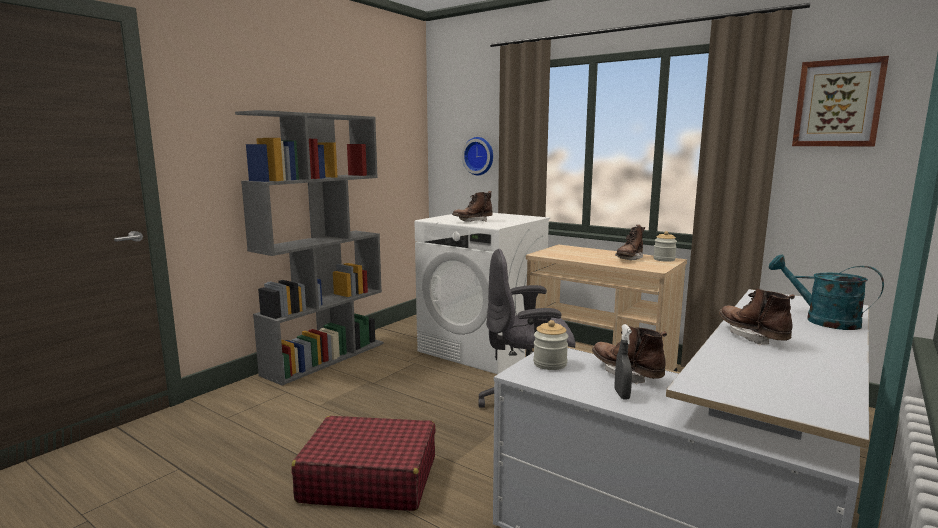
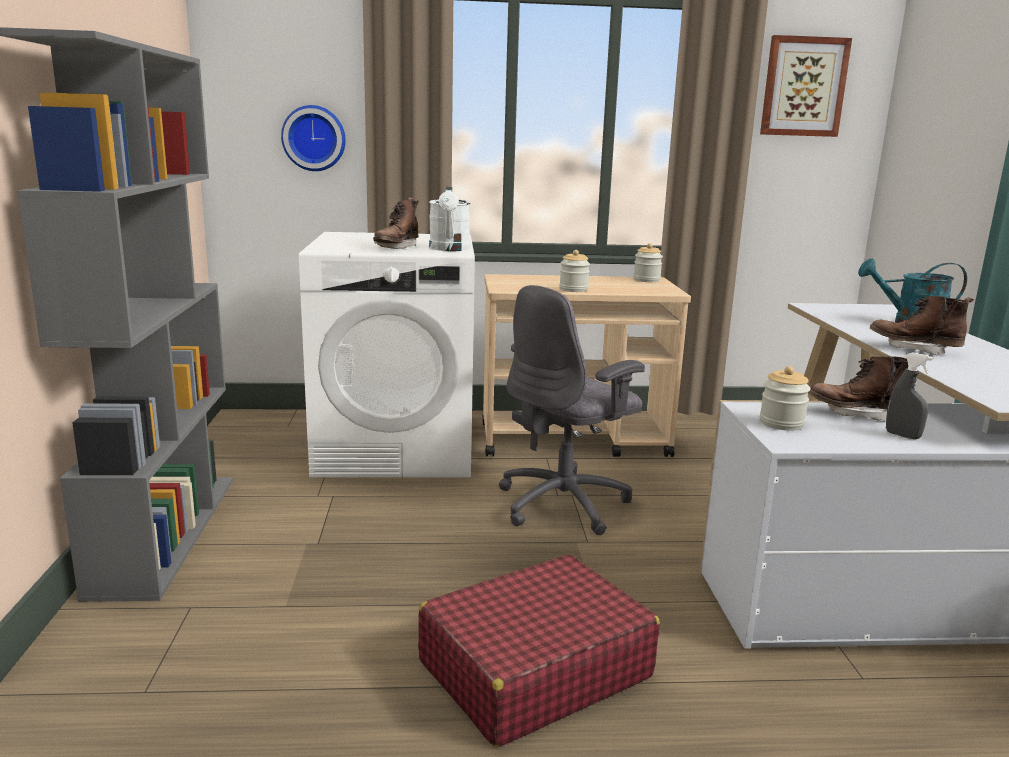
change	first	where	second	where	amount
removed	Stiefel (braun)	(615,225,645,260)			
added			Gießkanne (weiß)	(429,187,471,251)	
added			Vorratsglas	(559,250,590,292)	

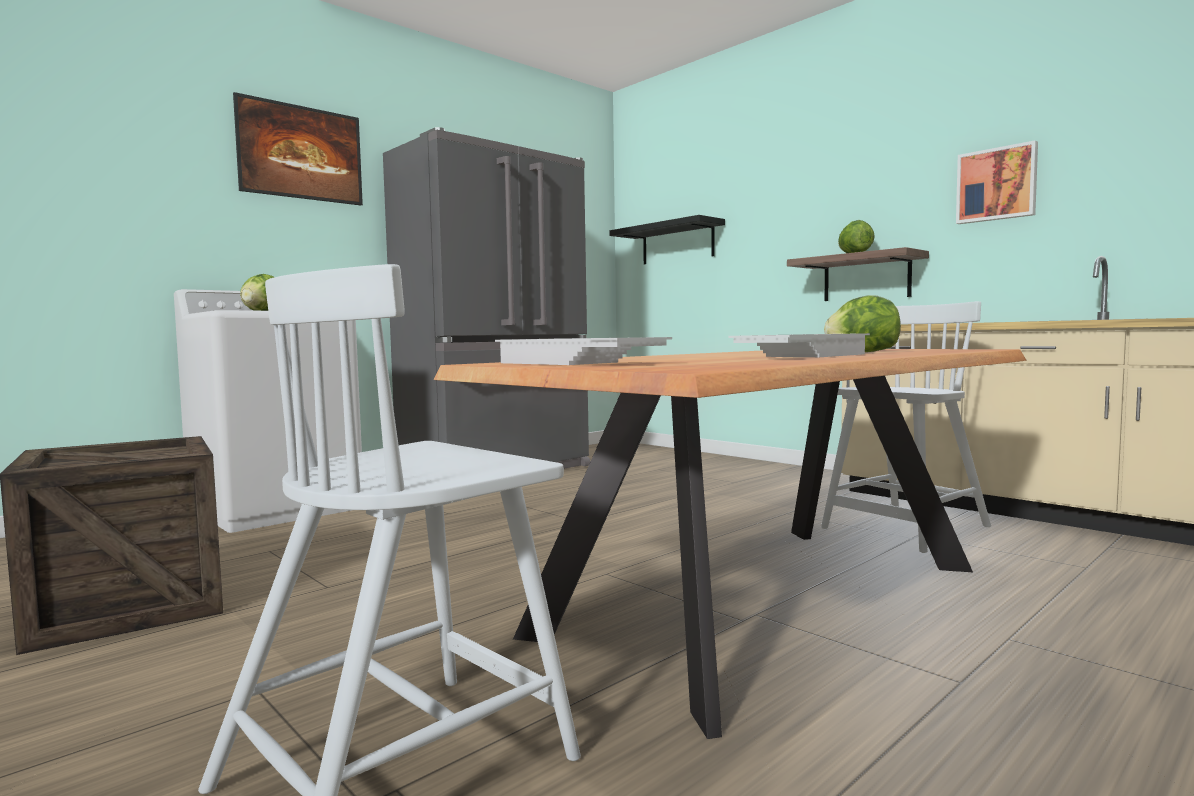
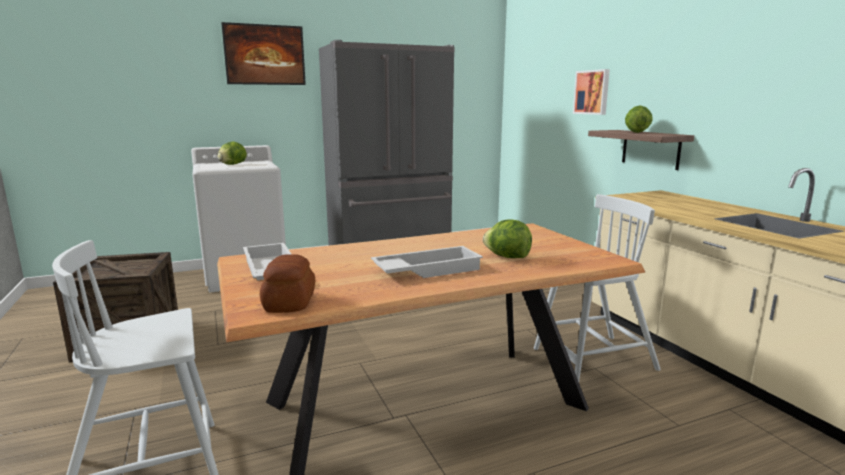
change	first	where	second	where	amount
moved	Bild	(956,140,1038,224)		(573,69,610,115)	
removed	Wandregal (schwarz)	(609,215,725,264)			
added			Brot	(260,254,315,313)	

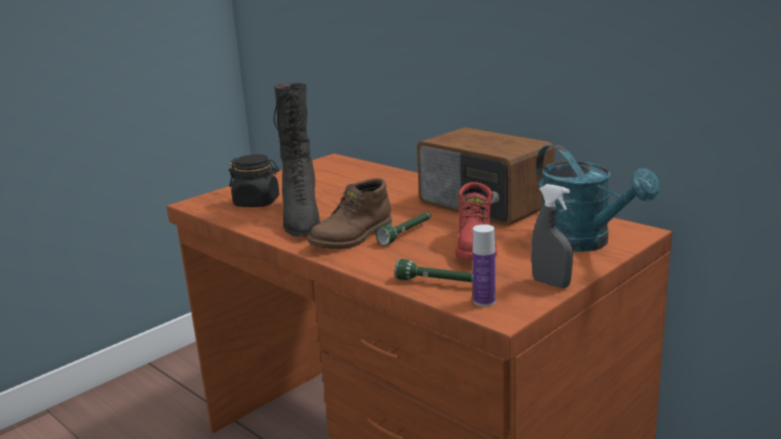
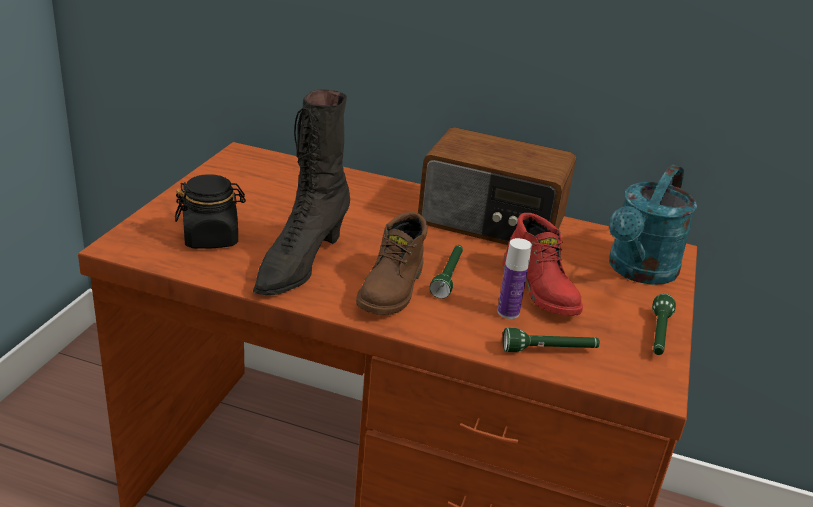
change	first	where	second	where	amount
turned	Stiefel (schwarz)	(274,83,320,237)		(253,89,350,295)	60 degrees clockwise
turned	Gießkanne (türkis)	(536,144,660,252)		(609,165,697,285)	90 degrees clockwise
replaced	Sprühflasche (grau)	(531,184,573,288)	Taschenlampe (grün)	(652,294,676,355)	
moved	Flasche	(473,224,496,307)		(497,238,532,319)	

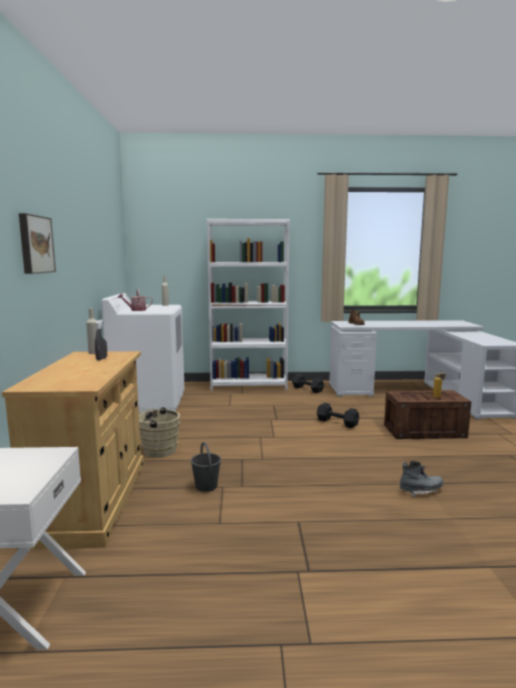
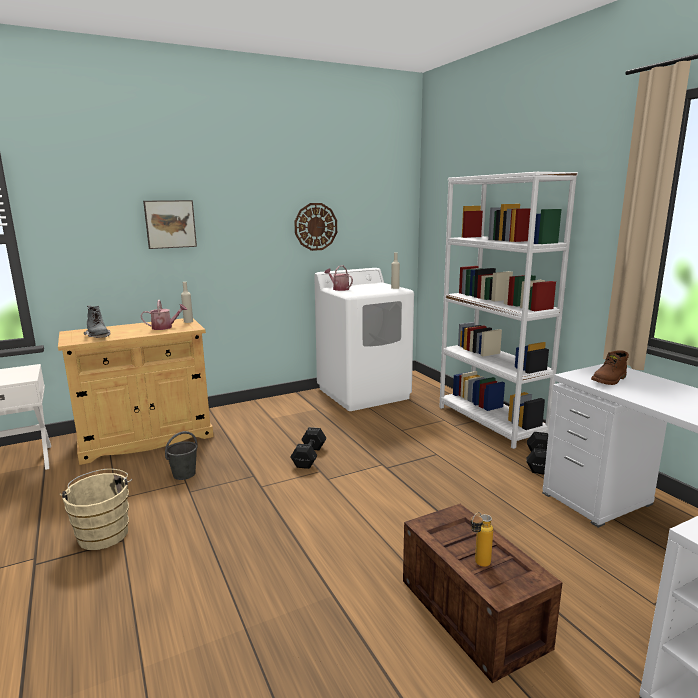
change	first	where	second	where	amount
replaced	Sprühflasche (grau)	(95,320,107,360)	Gießkanne	(140,300,187,330)	
moved	Hantel (schwarz)	(317,403,359,428)		(291,427,326,469)	
moved	Eimer (beige)	(139,407,180,458)		(60,469,132,550)	
moved	Stiefel (grau)	(400,460,444,497)		(84,305,110,338)	
added			Wanduhr	(294,203,337,251)	

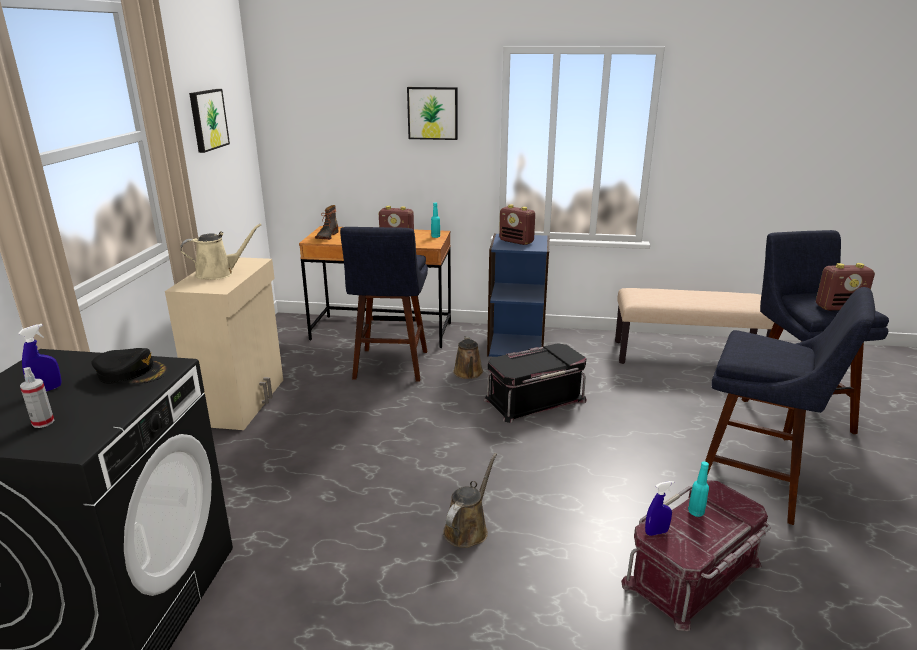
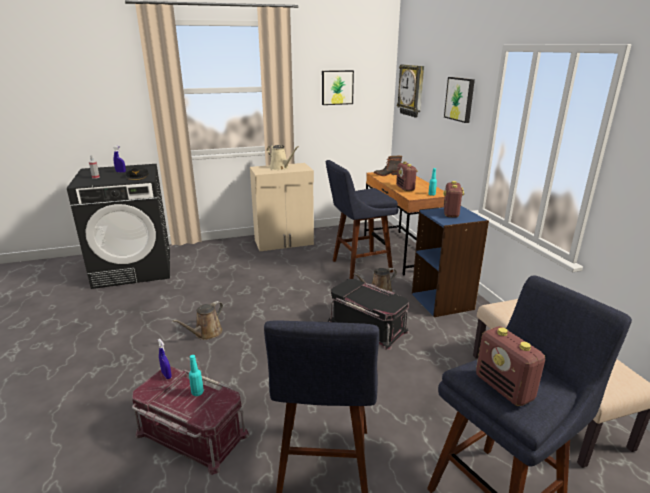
change	first	where	second	where	amount
turned	Gießkanne (braun)	(443,453,497,548)		(173,301,223,340)	120 degrees clockwise
added			Wanduhr	(397,64,424,118)	

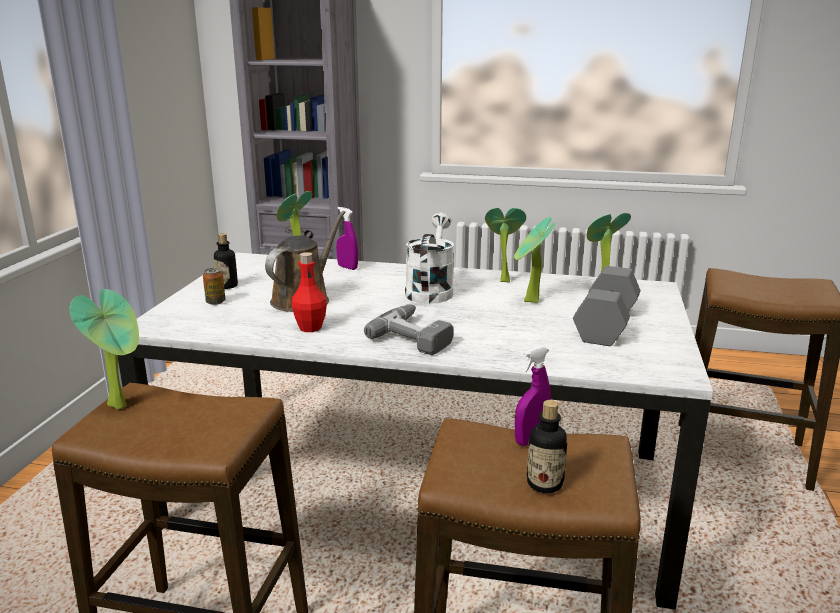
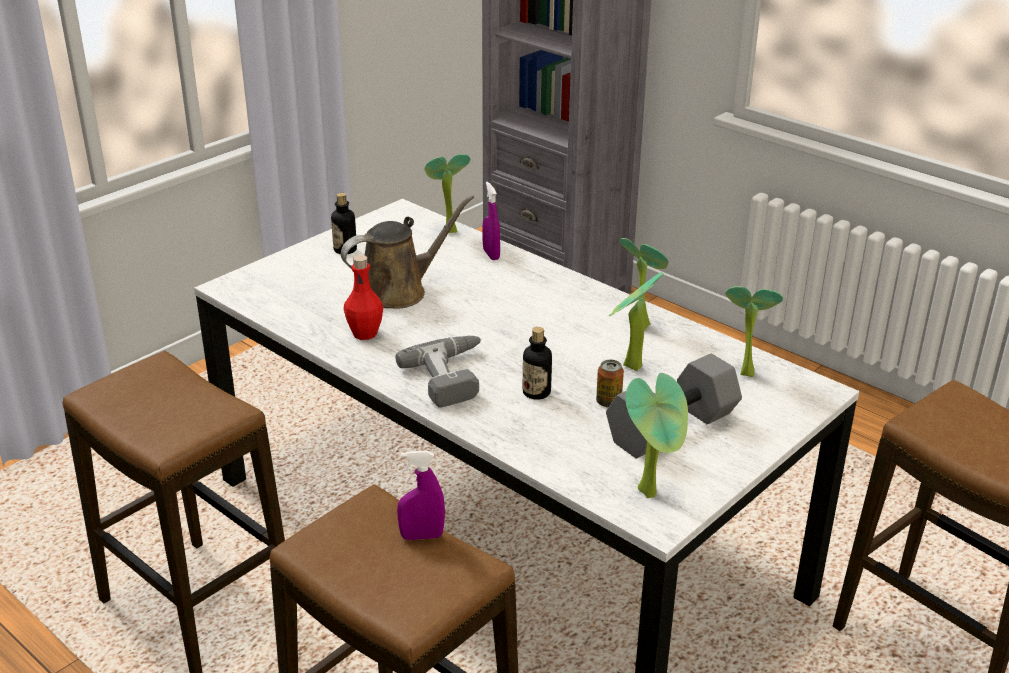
change	first	where	second	where	amount
removed	Gießkanne (weiß)	(405,213,454,304)			
moved	Dose	(203,268,225,305)		(596,360,624,408)	
moved	Topfpflanze	(69,289,139,410)		(625,373,688,498)	
moved	Flasche	(527,400,567,493)		(523,327,552,400)	

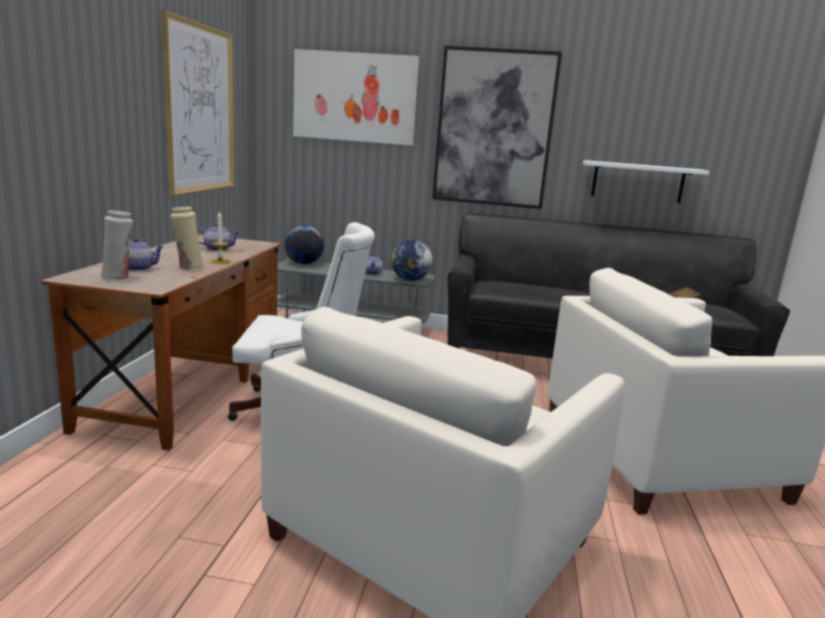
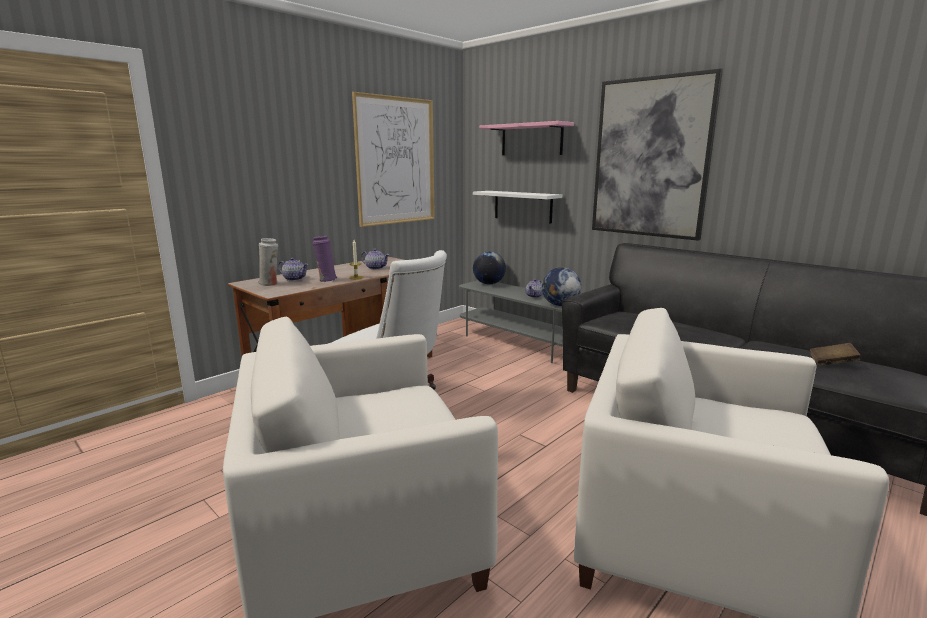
change	first	where	second	where	amount
replaced	Bild	(293,49,419,145)	Wandregal (rosa)	(479,121,574,155)	
moved	Wandregal (weiß)	(583,160,709,203)		(473,191,562,224)	
recoloured	Vase (beige)	(170,207,203,270)	Vase (lila)	(312,236,337,282)	

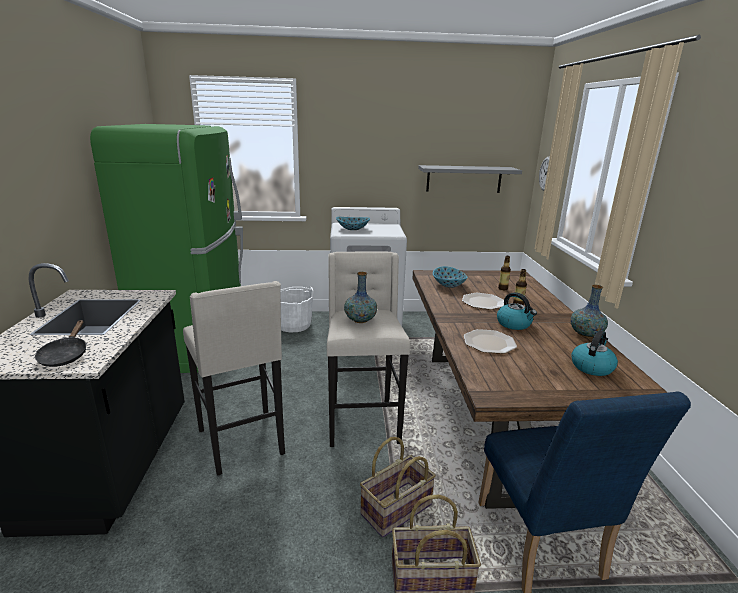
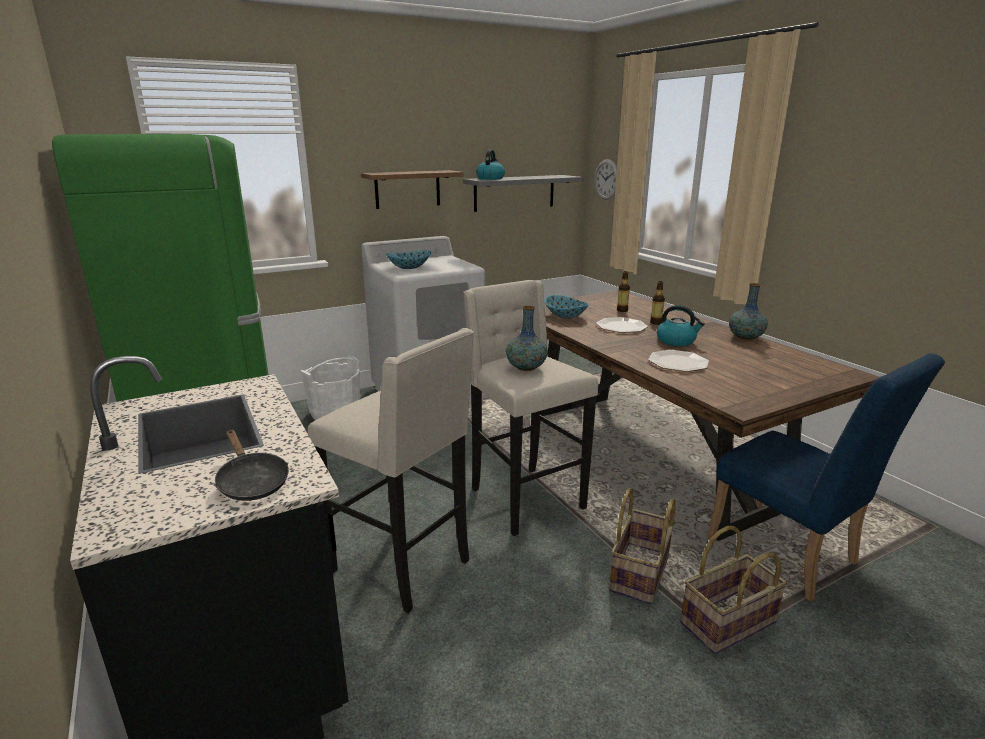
change	first	where	second	where	amount
moved	Wasserkessel	(571,330,618,376)		(476,150,505,180)	
added			Wandregal	(361,170,464,209)	

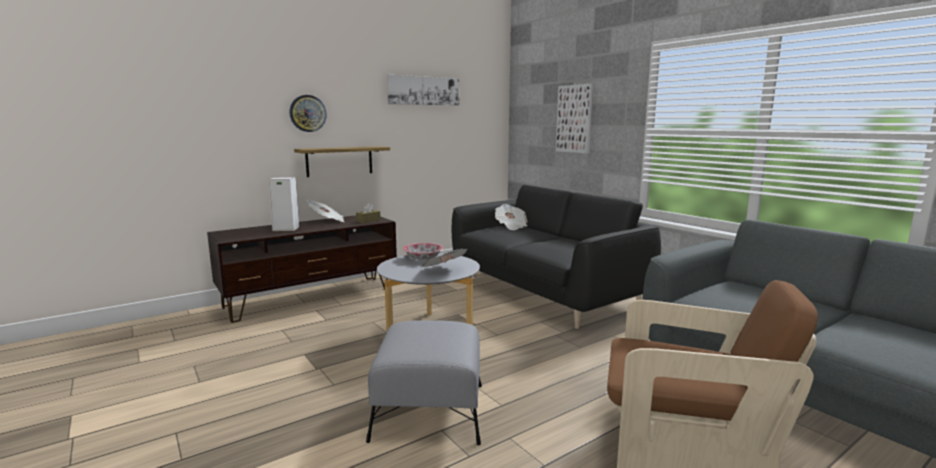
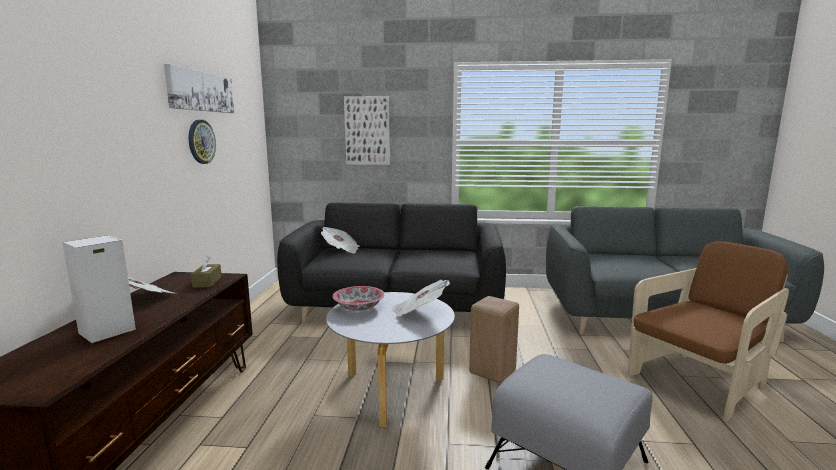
change	first	where	second	where	amount
moved	Wanduhr	(289,95,327,132)		(188,120,216,164)	
removed	Wandregal	(294,146,390,177)			
added			Hocker (beige)	(469,296,519,383)	

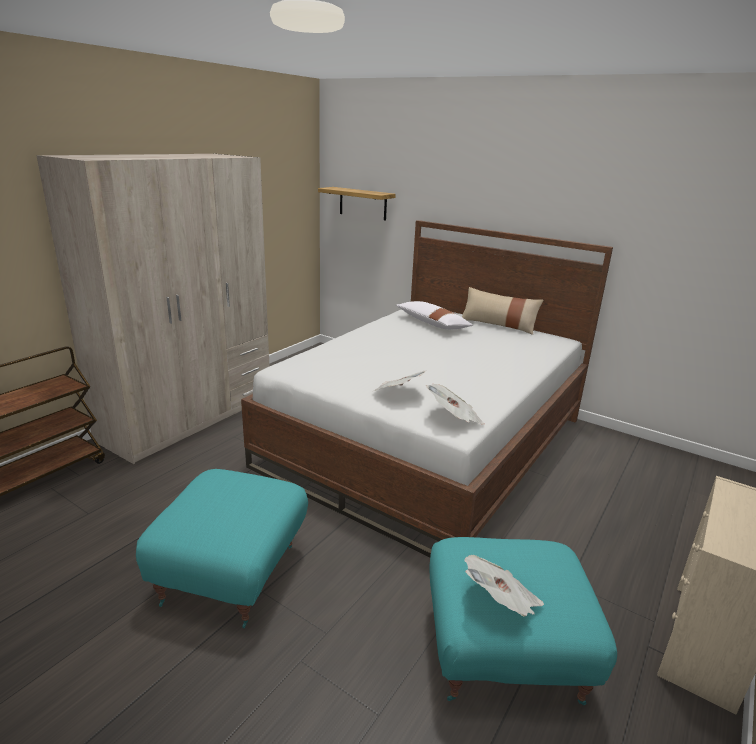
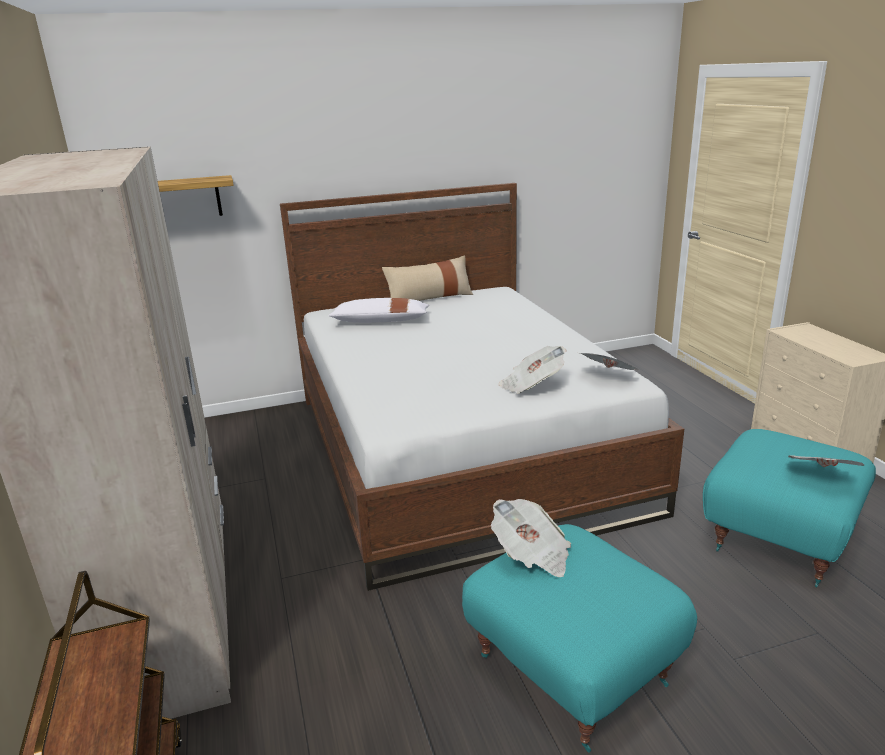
change	first	where	second	where	amount
added			Zeitung	(491,499,571,577)	

